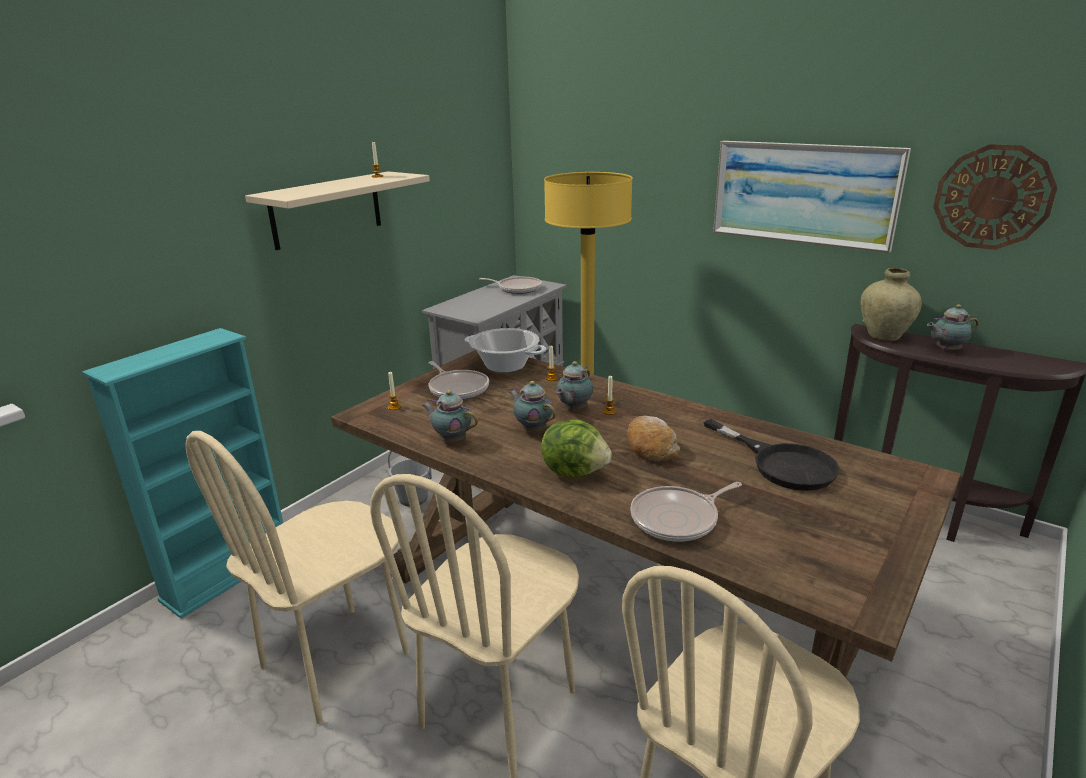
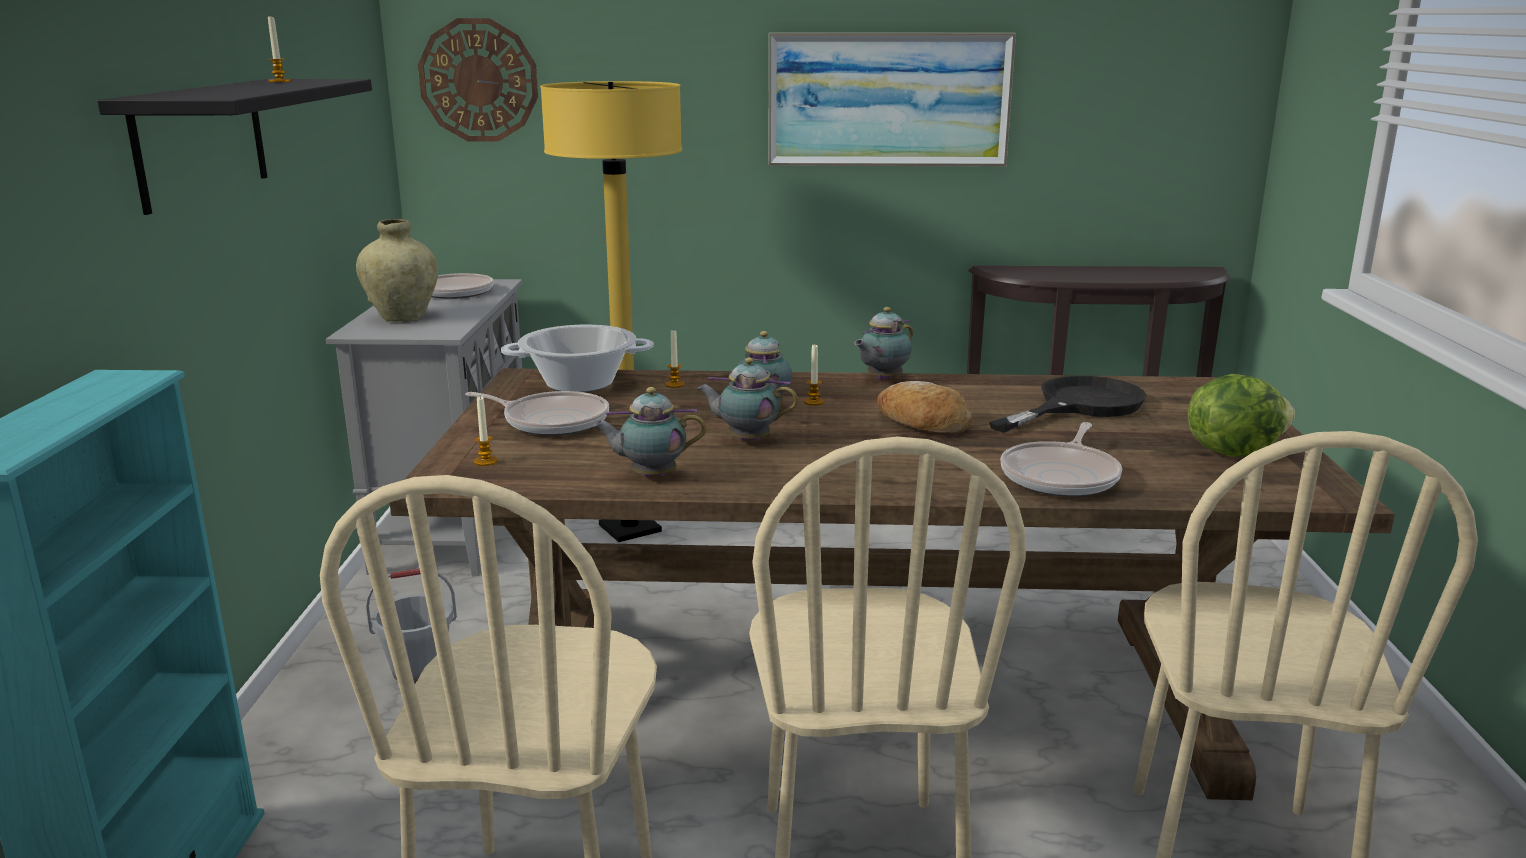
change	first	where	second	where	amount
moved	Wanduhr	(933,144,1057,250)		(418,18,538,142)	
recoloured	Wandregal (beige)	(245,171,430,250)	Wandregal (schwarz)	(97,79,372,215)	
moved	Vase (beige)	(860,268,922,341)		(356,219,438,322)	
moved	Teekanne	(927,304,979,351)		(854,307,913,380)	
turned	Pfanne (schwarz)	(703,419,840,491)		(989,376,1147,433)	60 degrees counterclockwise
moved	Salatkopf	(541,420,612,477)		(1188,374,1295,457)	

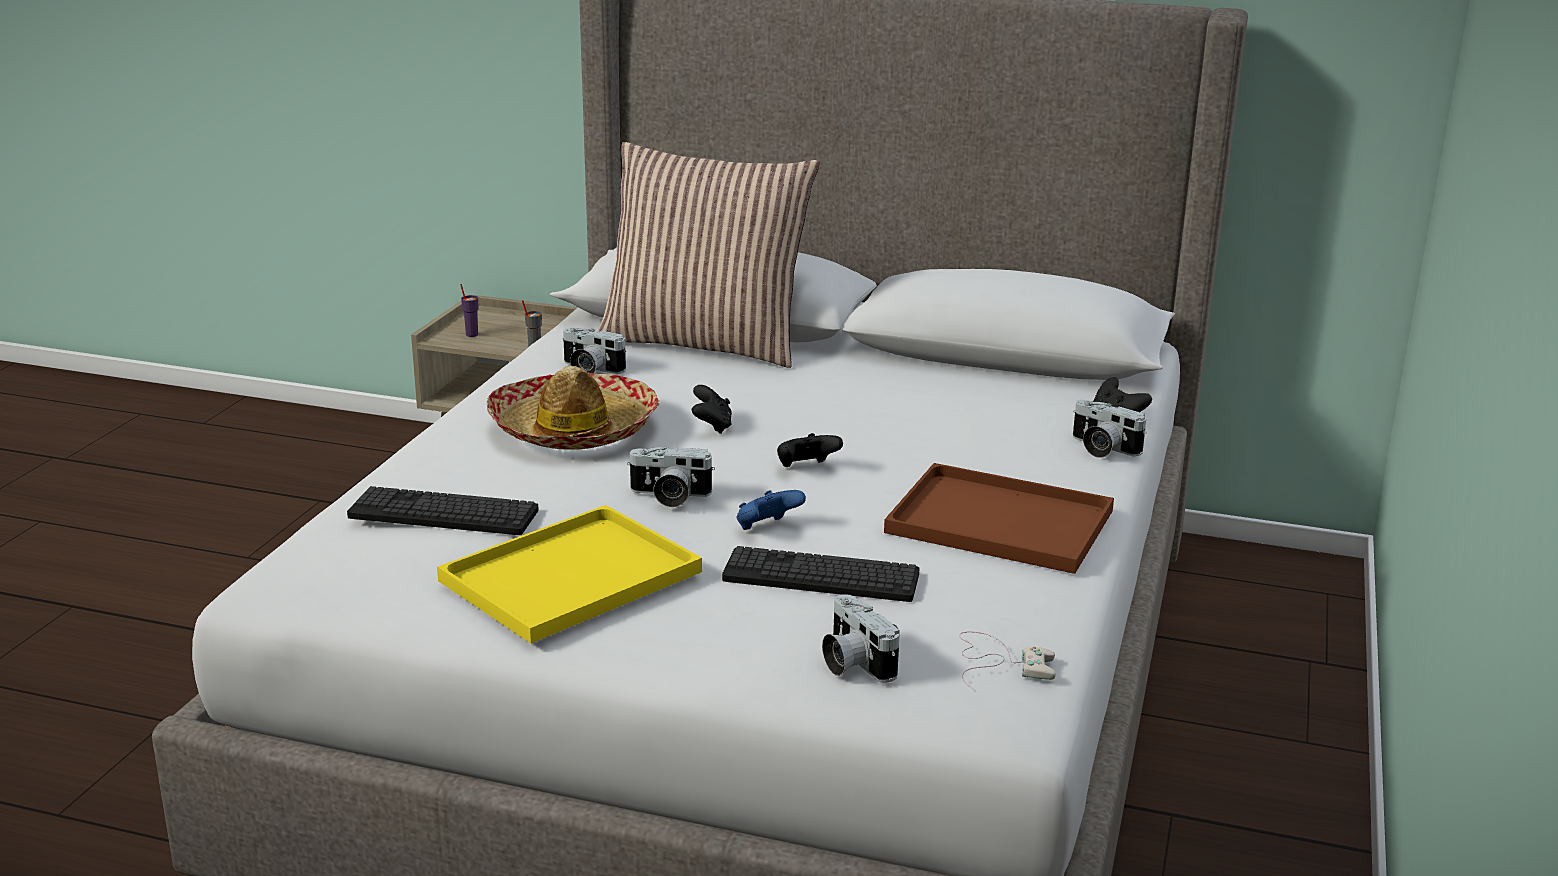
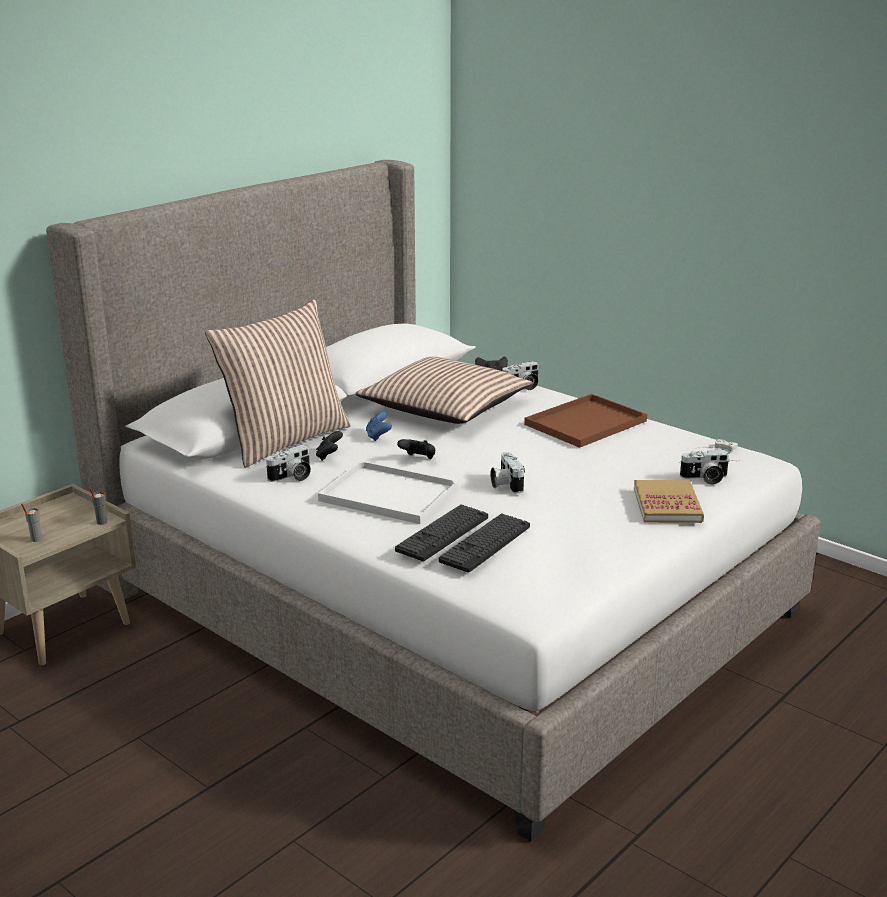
change	first	where	second	where	amount
recoloured	Tasse (lila)	(460,284,478,337)	Tasse (grau)	(21,504,42,542)	
replaced	Hut	(487,366,660,450)	Tablett (weiß)	(318,461,458,524)	
moved	Gamepad (schwarz)	(777,433,843,467)		(316,431,343,461)	
turned	Kamera	(627,447,715,507)		(490,452,525,494)	135 degrees clockwise
moved	Gamepad (blau)	(737,490,806,530)		(366,412,392,441)	
removed	Tablett (gelb)	(437,505,702,643)			
moved	Tastatur	(722,546,920,602)		(395,504,488,561)	
added			Kissen	(355,357,533,424)	
added			Buch	(634,480,704,523)	

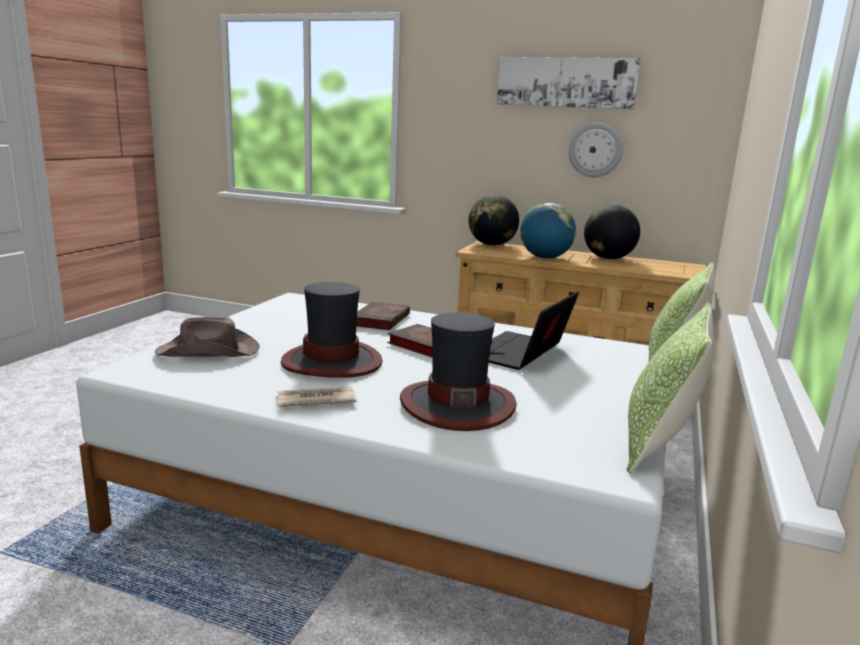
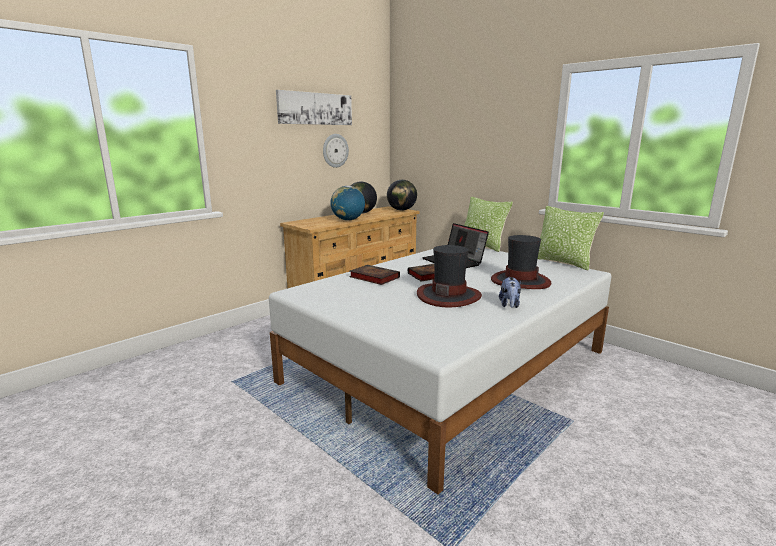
change	first	where	second	where	amount
moved	Globus	(469,194,519,246)		(387,180,417,211)	
removed	Hut (braun)	(155,316,260,357)			
replaced	Zeitung	(275,387,356,407)	Plüschtier	(499,277,521,308)	

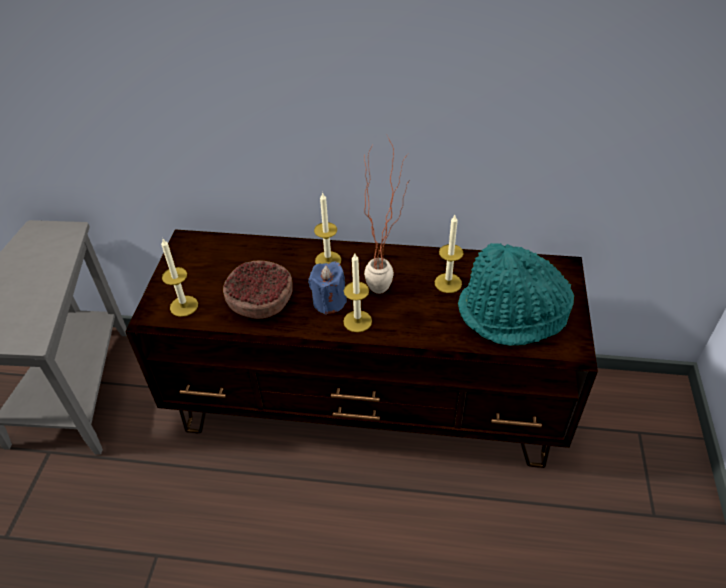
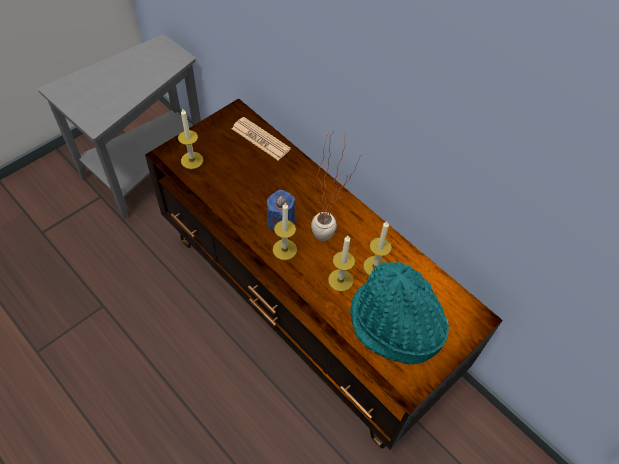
change	first	where	second	where	amount
moved	Kerze	(314,192,341,264)		(328,236,355,292)	
removed	Schüssel	(223,260,293,319)			
added			Zeitung	(232,117,291,160)	

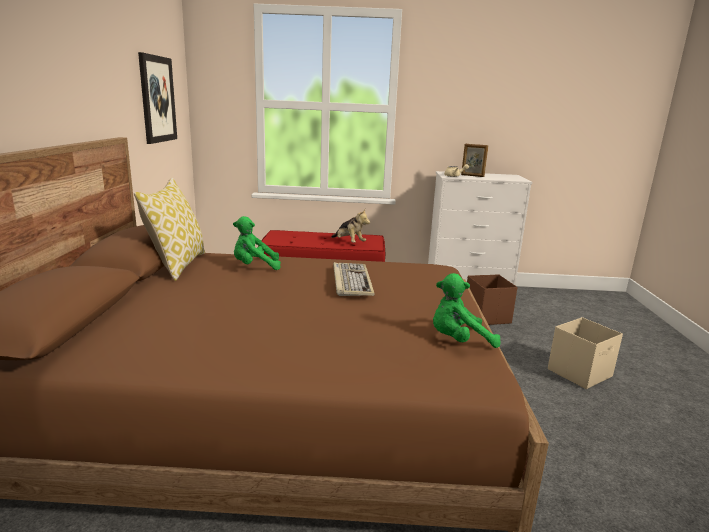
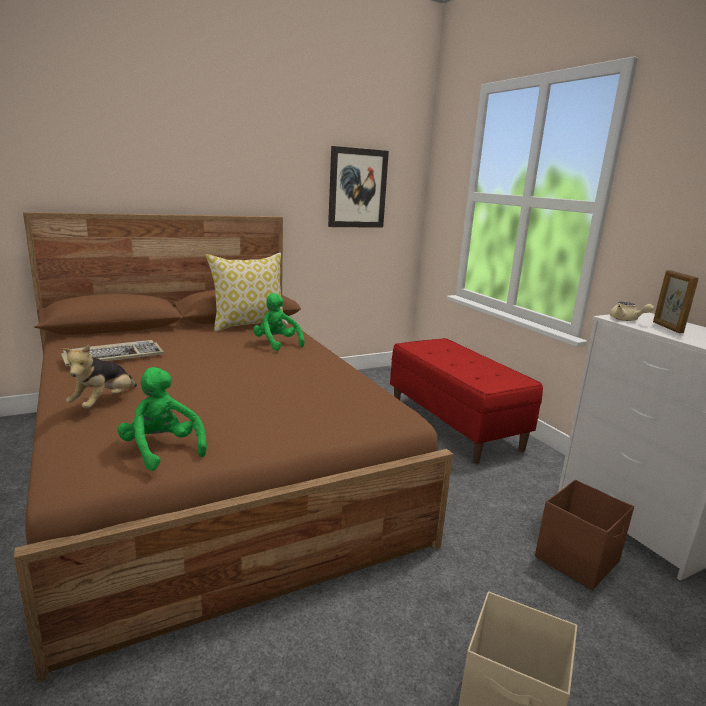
change	first	where	second	where	amount
moved	Plüschtier	(331,210,370,243)		(63,345,137,409)	
moved	Tastatur	(333,262,374,296)		(61,340,164,366)	

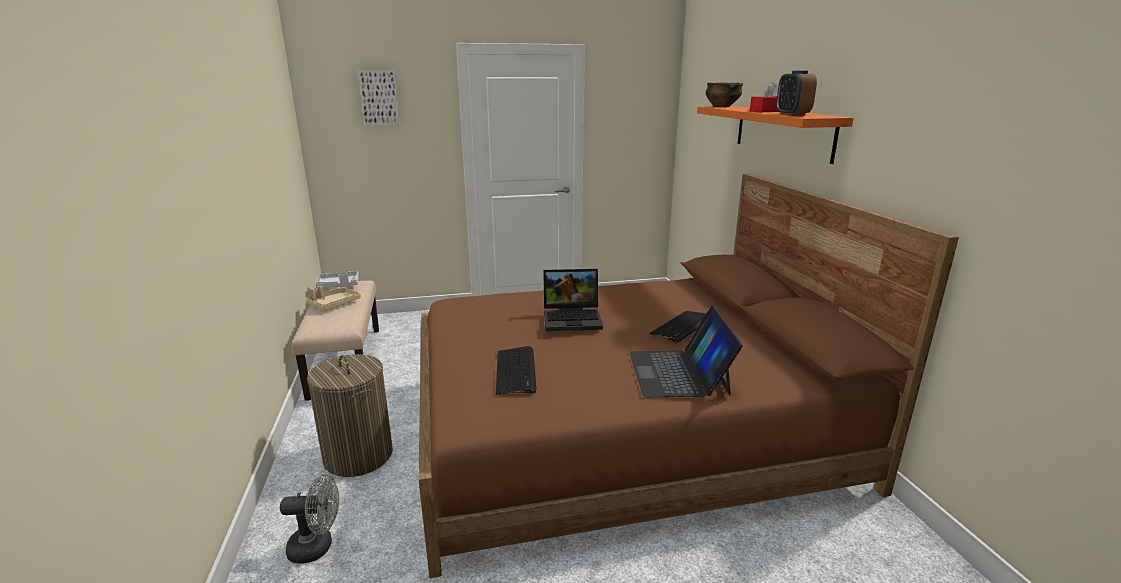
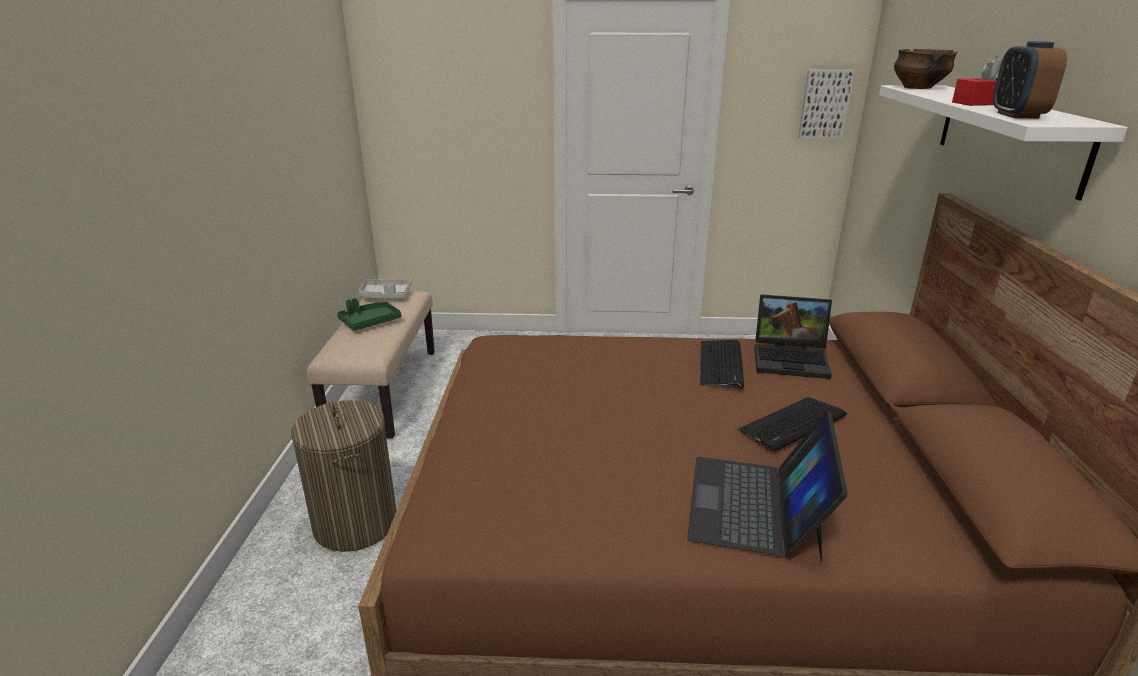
change	first	where	second	where	amount
moved	Bild	(358,71,400,125)		(798,70,855,139)	
recoloured	Wandregal (orange)	(697,106,854,164)	Wandregal (weiß)	(879,85,1128,201)	
moved	Laptop	(543,269,603,331)		(754,294,832,379)	
recoloured	Tablett (beige)	(306,286,361,310)	Tablett (grün)	(337,298,401,331)	
moved	Tastatur	(496,346,536,395)		(700,340,744,389)	
removed	Ventilator (grau)	(280,474,339,564)			

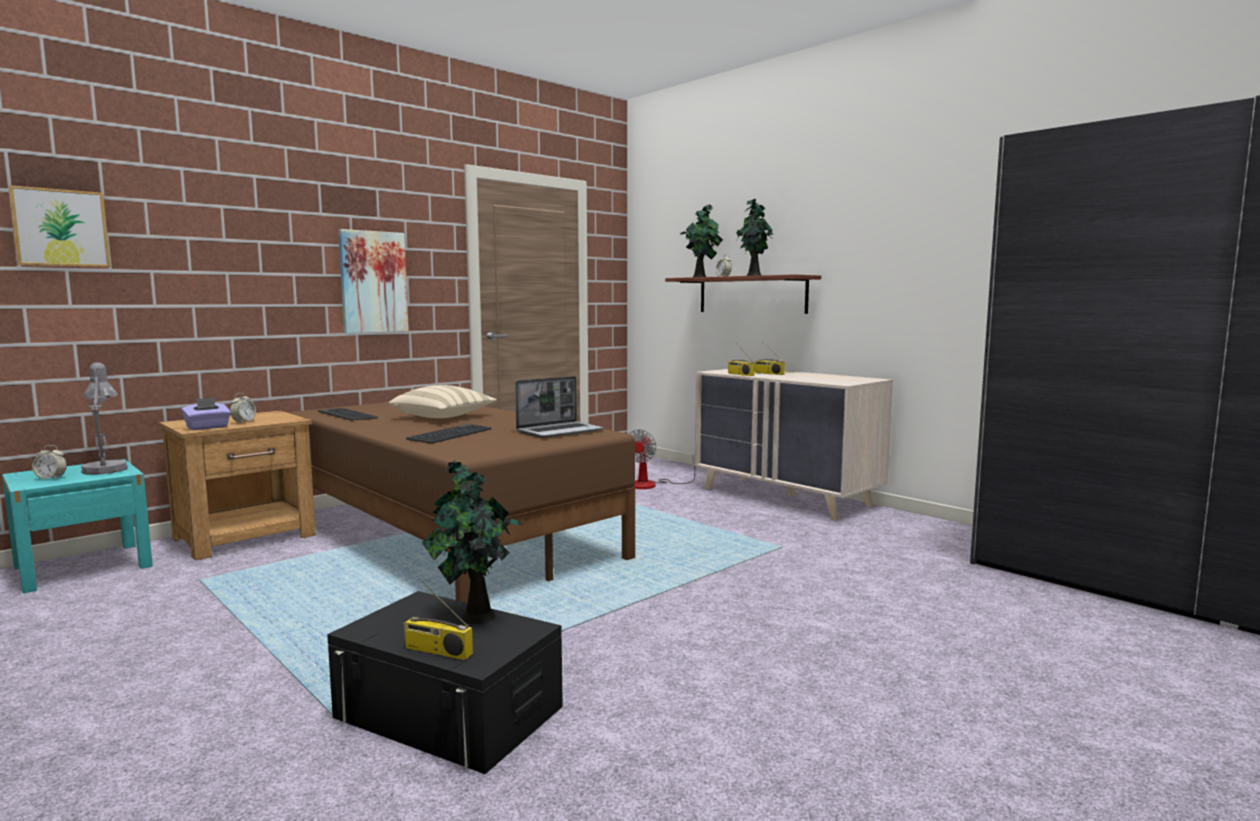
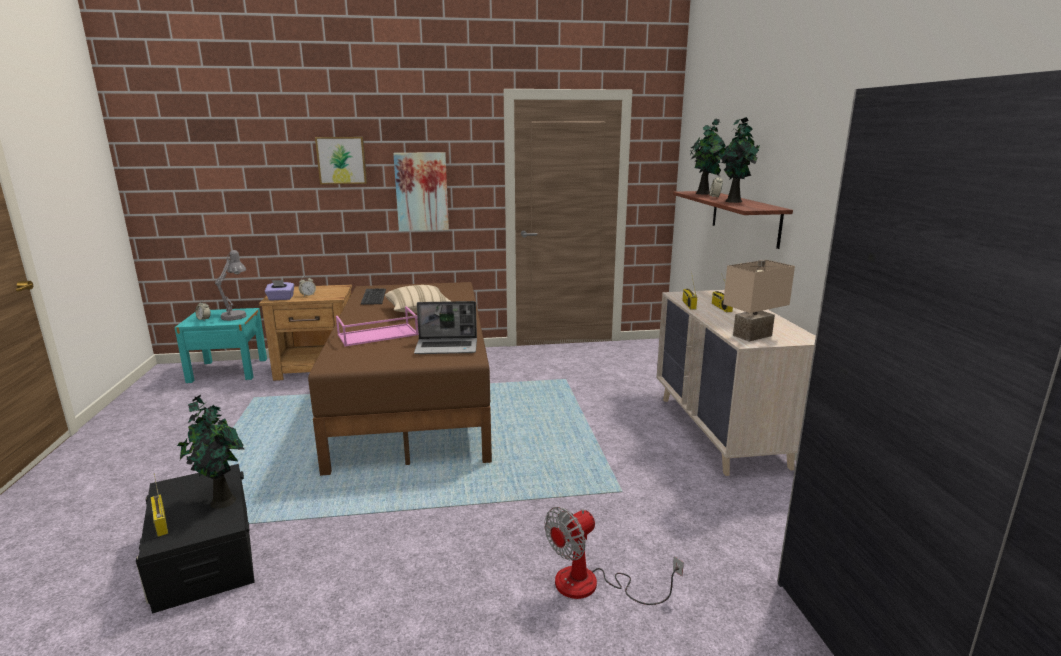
change	first	where	second	where	amount
moved	Bild	(8,185,111,267)		(315,137,367,184)	
replaced	Tastatur	(406,424,491,444)	Tablett (rosa)	(336,306,419,346)	
moved	Ventilator	(629,429,695,489)		(544,507,684,605)	
added			Tischlampe (beige)	(723,260,795,342)	

